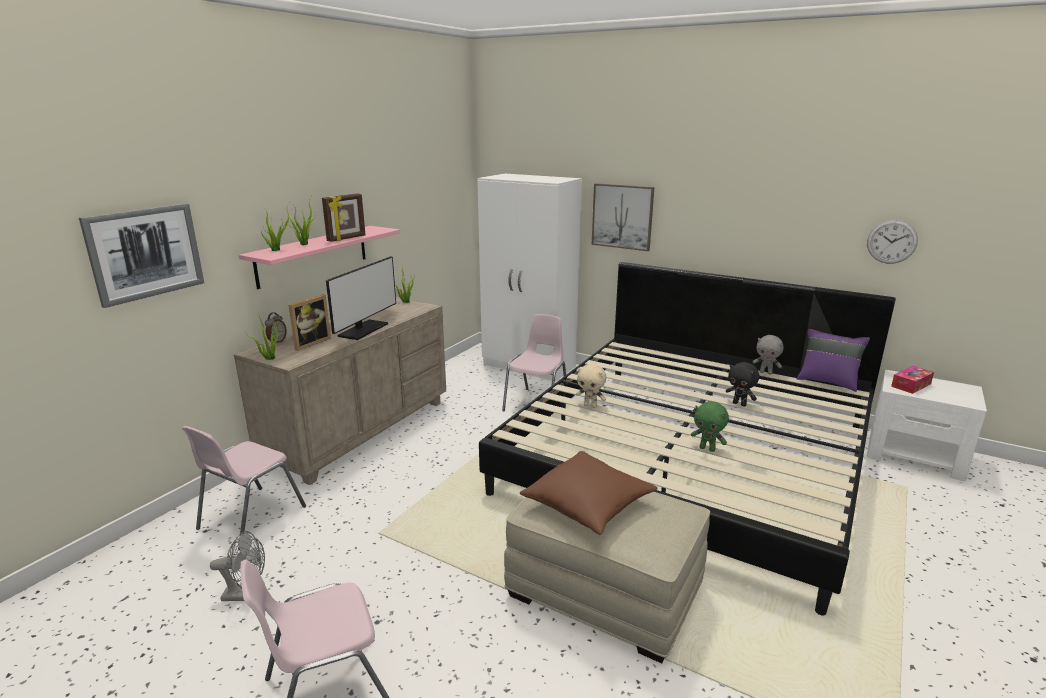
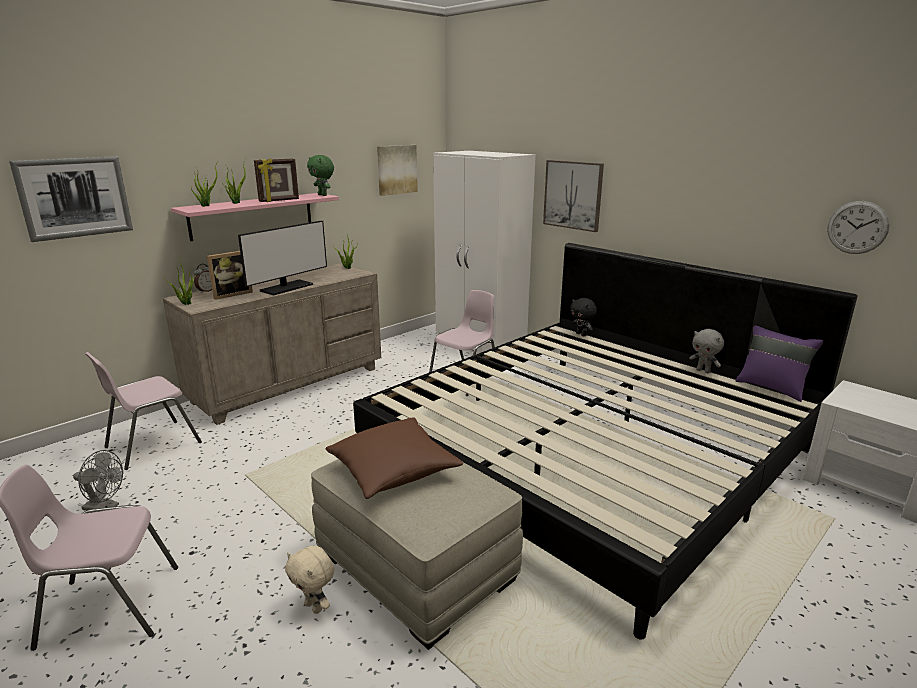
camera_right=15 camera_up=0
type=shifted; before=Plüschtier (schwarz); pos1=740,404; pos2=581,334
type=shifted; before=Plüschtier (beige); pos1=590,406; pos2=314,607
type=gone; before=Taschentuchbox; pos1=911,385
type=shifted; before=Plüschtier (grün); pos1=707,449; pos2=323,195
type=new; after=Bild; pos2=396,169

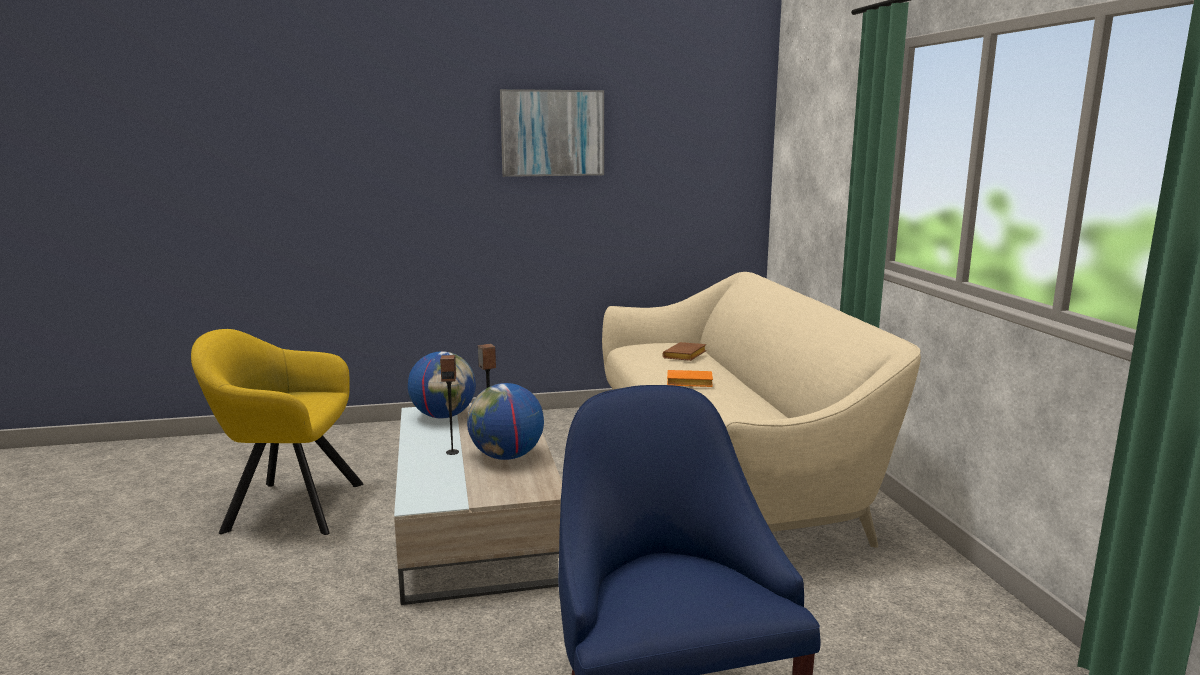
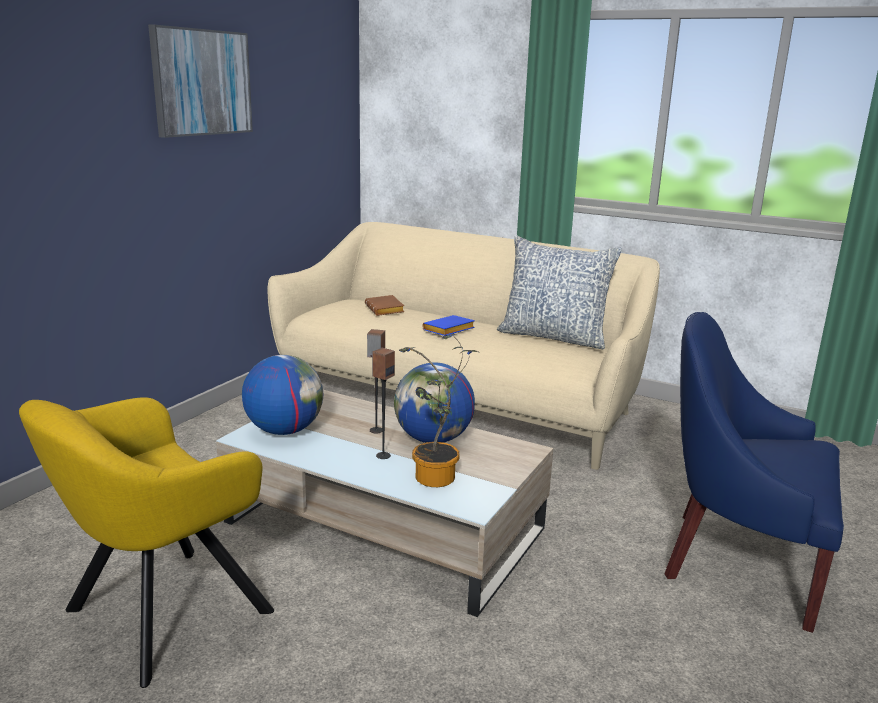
camera_right=-50 camera_up=5
type=repainted; before=Buch (orange); after=Buch (blau); pos1=688,384; pos2=448,330
type=new; after=Kissen; pos2=553,337
type=new; after=Topfpflanze; pos2=434,481

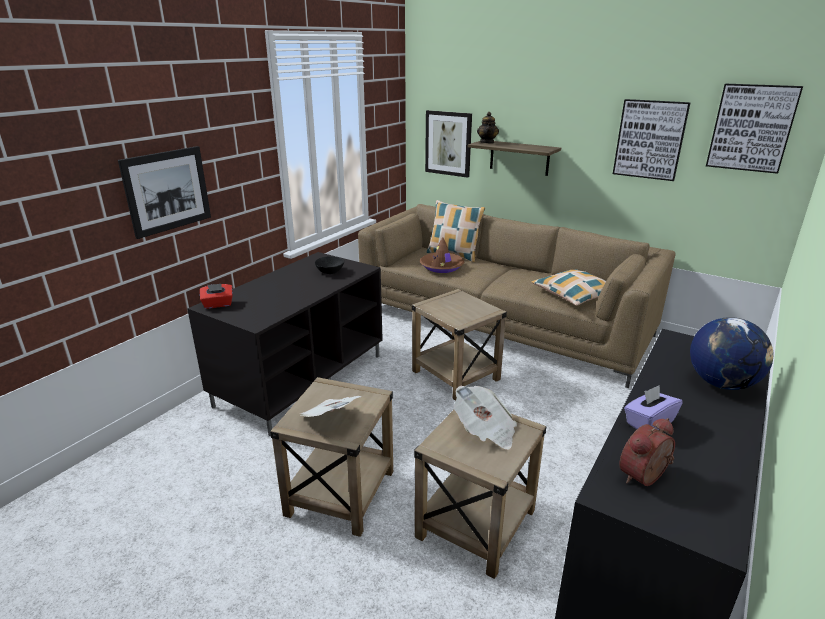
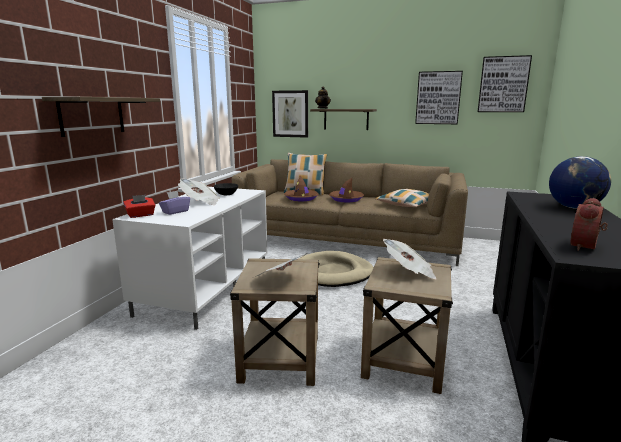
camera_right=-15 camera_up=-10
type=swapped; before=Bild; after=Wandregal; pos1=167,191; pos2=92,116
type=repainted; before=Fernsehschrank (schwarz); after=Fernsehschrank (weiß); pos1=301,379; pos2=206,288
type=swapped; before=Beistelltisch (beige); after=Hundebett (beige); pos1=456,376; pos2=332,273
type=shifted; before=Taschentuchbox (lila); pos1=648,423; pos2=175,211
type=new; after=Hut (braun); pos2=346,199
type=new; after=Zeitung; pos2=200,202

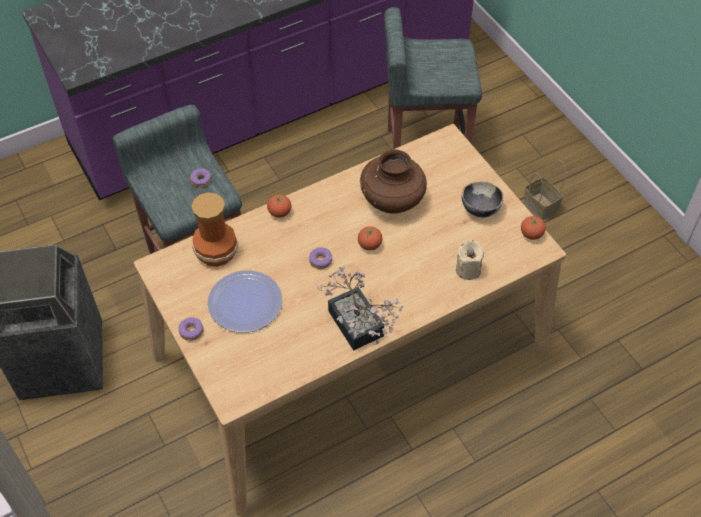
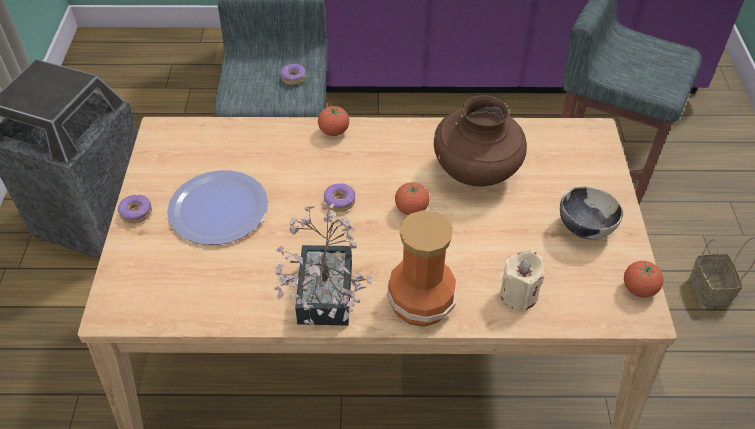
camera_right=30 camera_up=-5
type=shifted; before=Vase; pos1=215,252; pos2=419,303

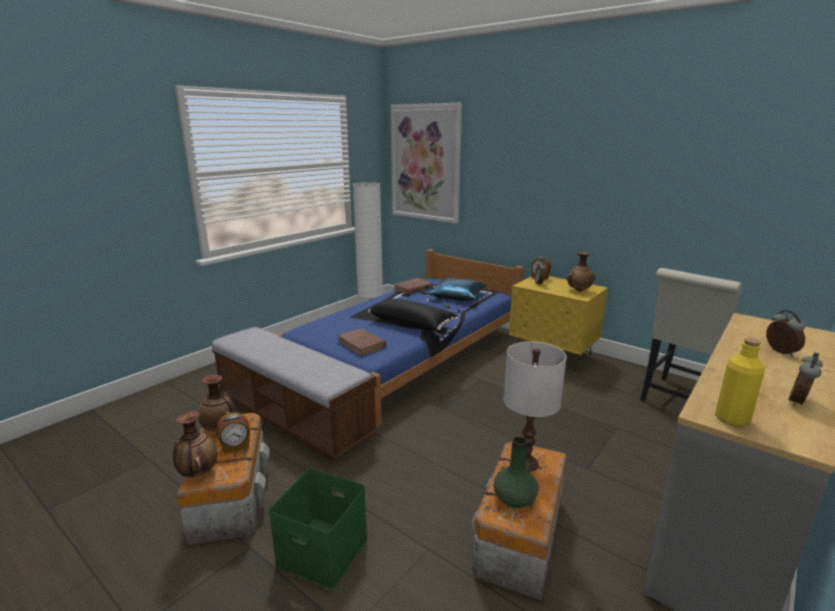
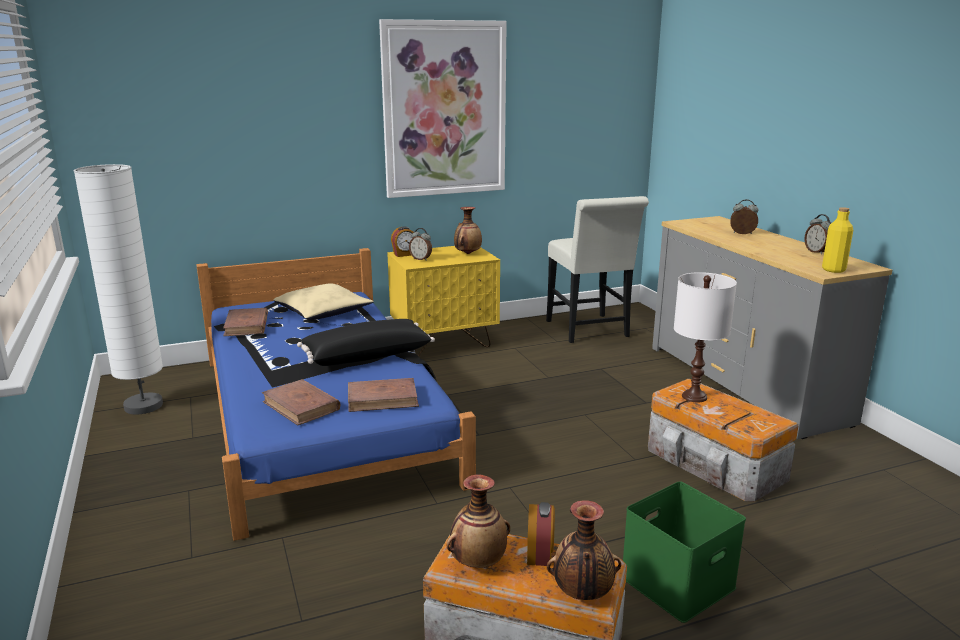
camera_right=-60 camera_up=0
type=shifted; before=Bild; pos1=425,163; pos2=444,109
type=repainted; before=Kissen (blau); after=Kissen (beige); pos1=458,296; pos2=323,312
type=gone; before=Bank; pos1=293,417
type=gone; before=Vase (grün); pos1=514,499
type=new; after=Buch (braun); pos2=301,406

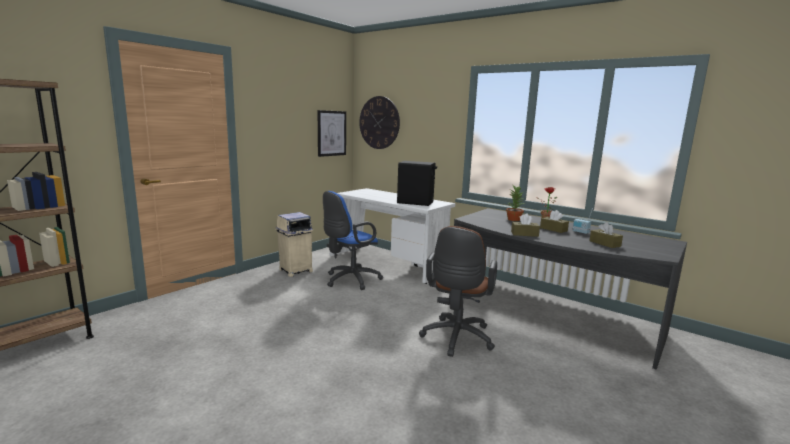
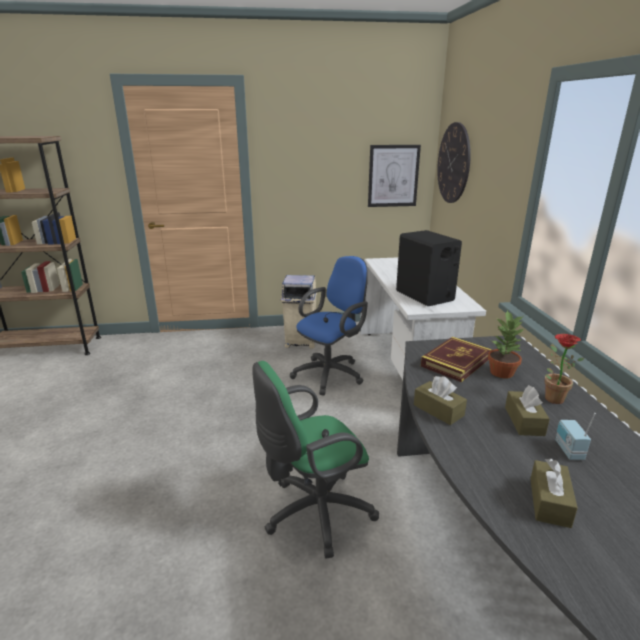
camera_right=45 camera_up=10
type=rotated; before=Bürostuhl (blau); pos1=350,280; pos2=331,374; turn=135
type=repainted; before=Bürostuhl (braun); after=Bürostuhl (grün); pos1=456,339; pos2=313,514
type=new; after=Buch; pos2=456,362

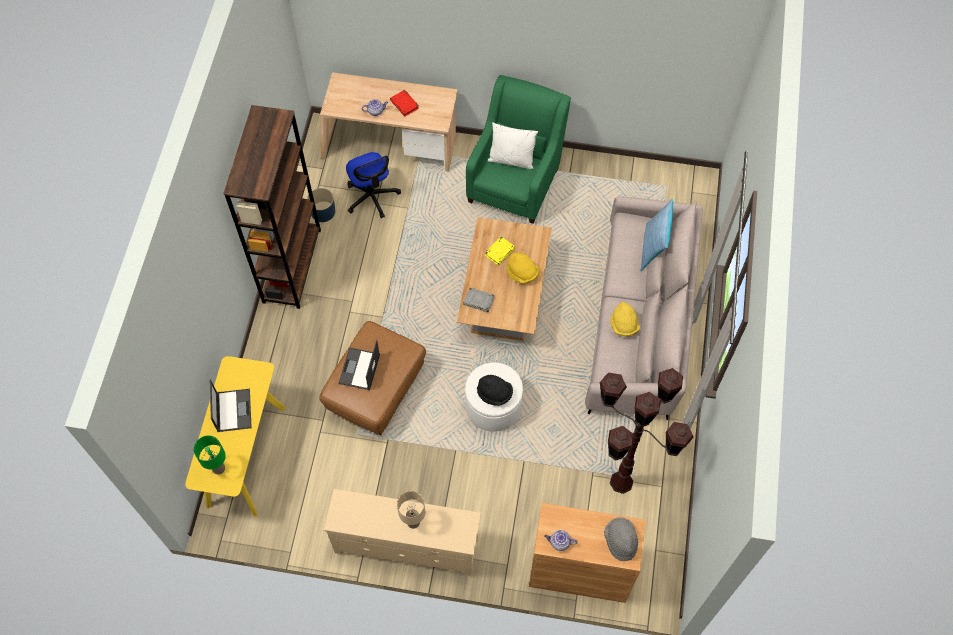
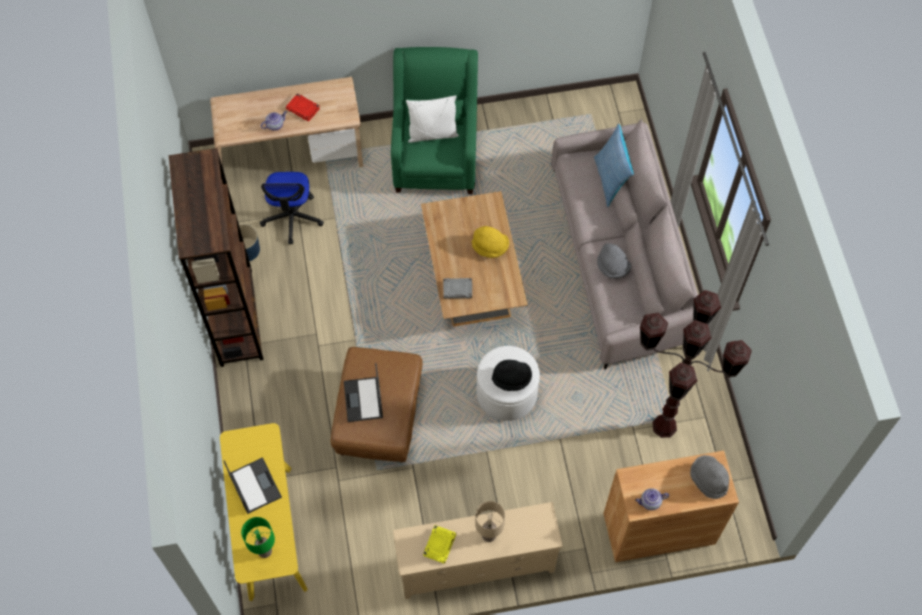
camera_right=-20 camera_up=0
type=rotated; before=Bürostuhl; pos1=372,197; pos2=292,218; turn=45
type=shifted; before=Buch (gelb); pos1=499,251; pos2=439,544
type=repainted; before=Hut (gelb); after=Hut (grau); pos1=623,325; pos2=612,267

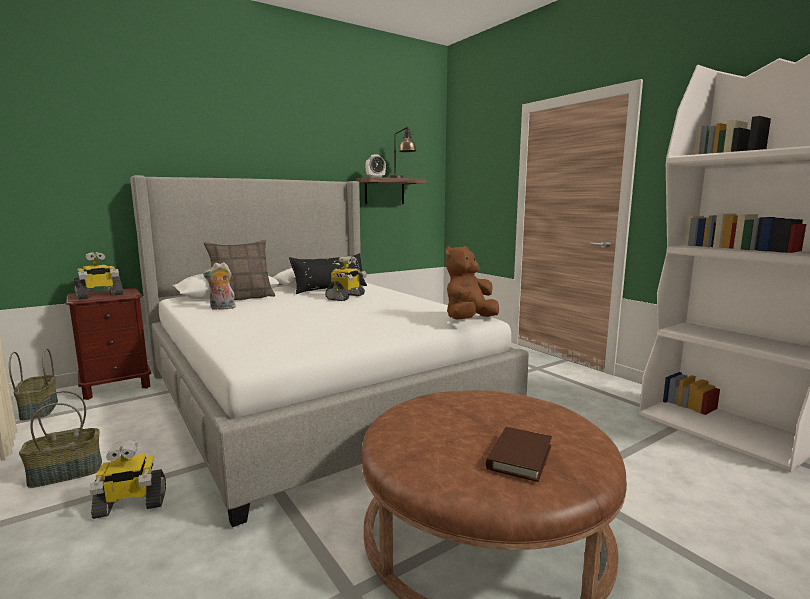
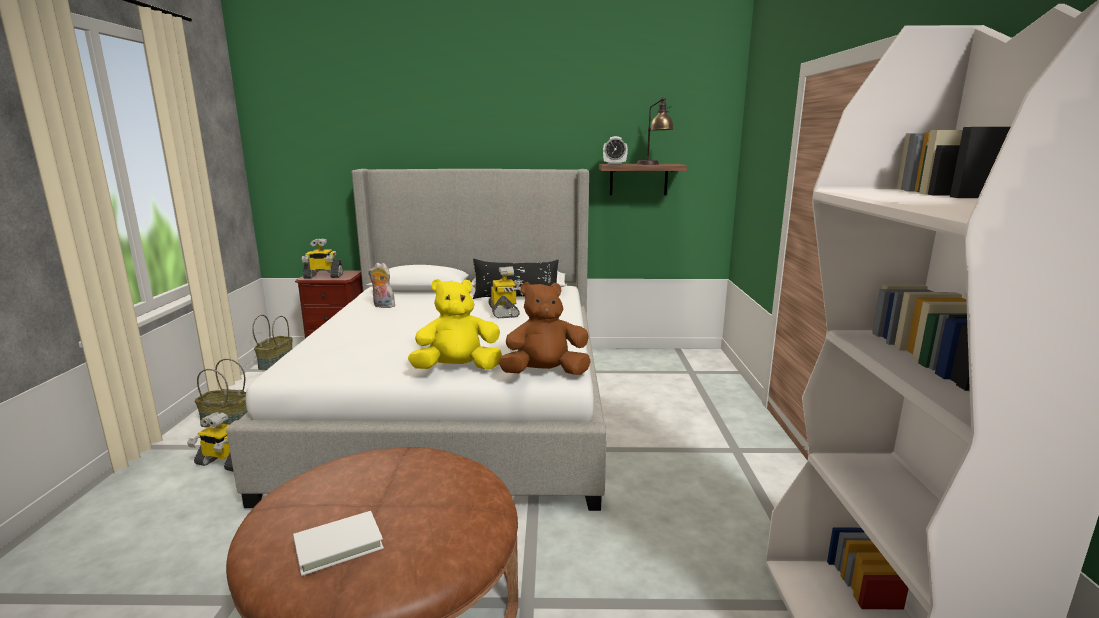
camera_right=35 camera_up=5
type=gone; before=Kissen; pos1=242,298
type=rotated; before=Spielzeugroboter; pos1=346,297; pos2=504,312; turn=-75
type=repainted; before=Buch (braun); after=Buch (weiß); pos1=519,457; pos2=338,545
type=new; after=Plüschtier (gelb); pos2=457,369

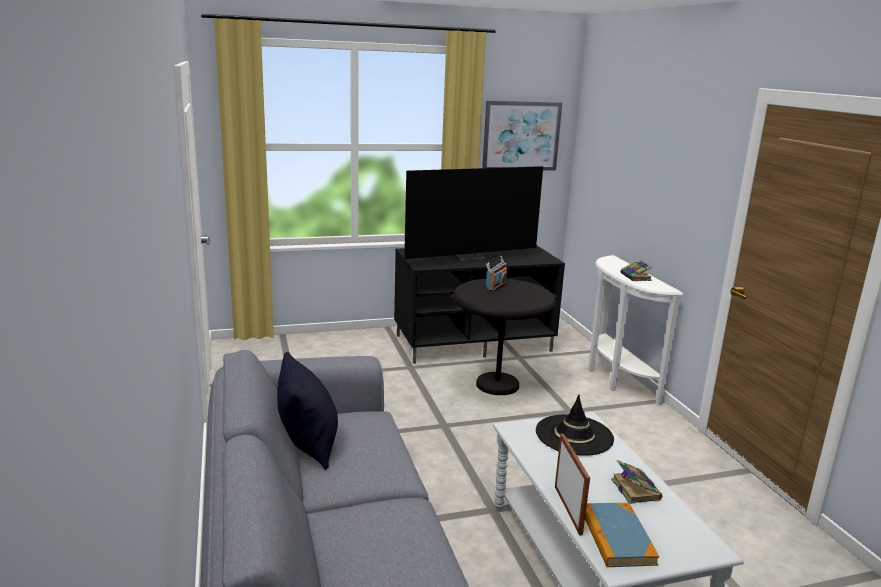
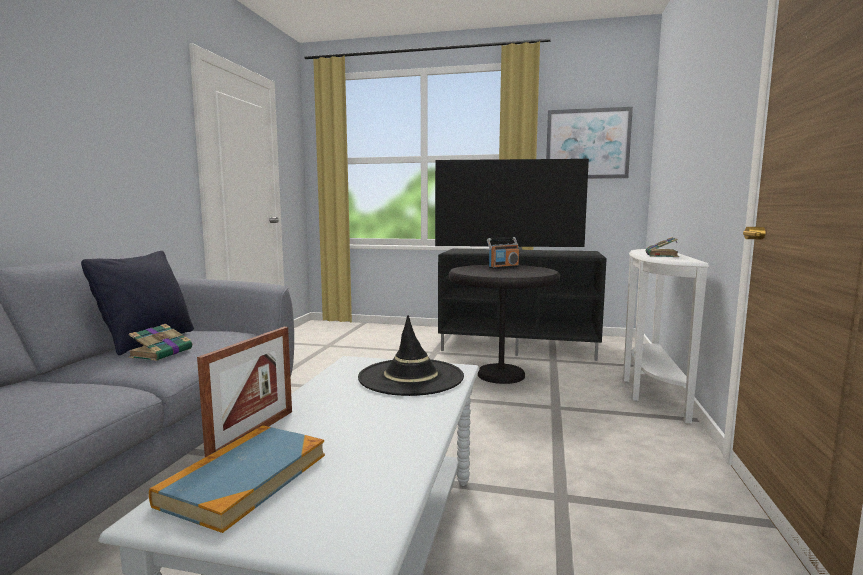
camera_right=30 camera_up=-10
type=shifted; before=Buch; pos1=635,489; pos2=162,352

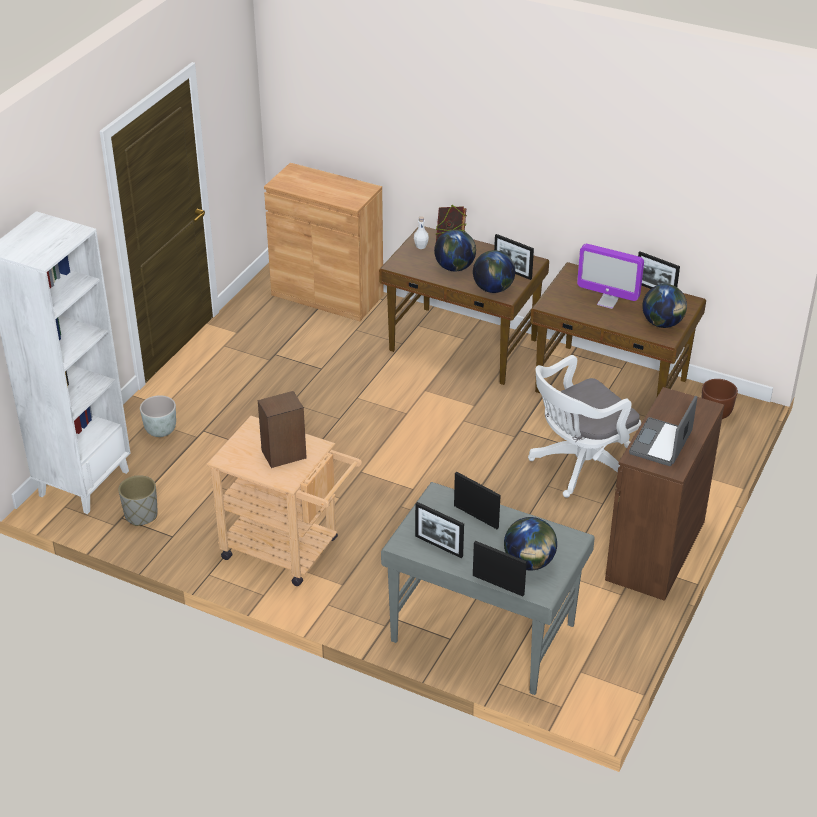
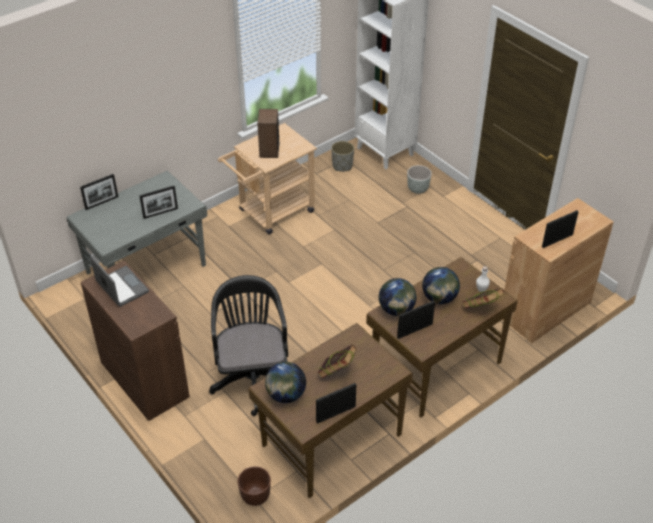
camera_right=115 camera_up=5
type=swapped; before=Monitor; after=Buch; pos1=607,302; pos2=337,372
type=repainted; before=Bürostuhl (weiß); after=Bürostuhl (schwarz); pos1=579,466; pos2=252,376
type=shifted; before=Bilderrahmen; pos1=439,546; pos2=557,240
type=gone; before=Globus; pos1=529,562

